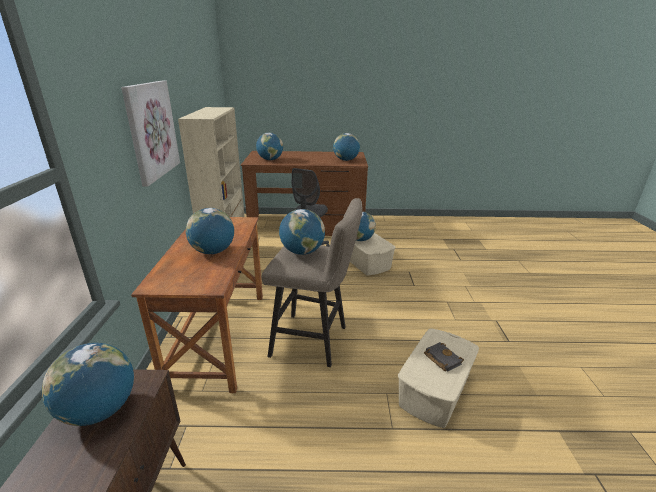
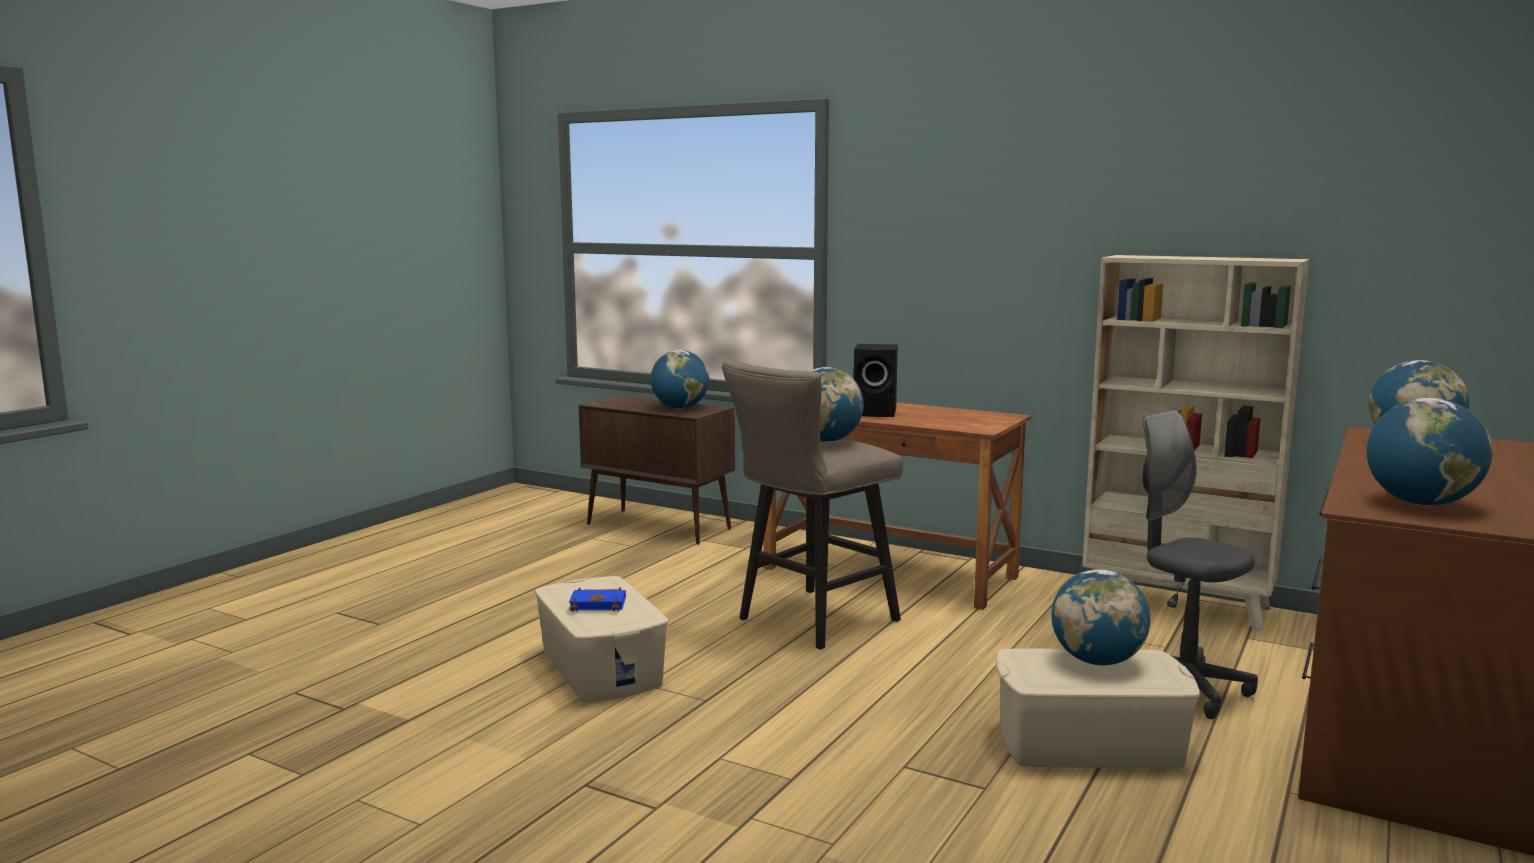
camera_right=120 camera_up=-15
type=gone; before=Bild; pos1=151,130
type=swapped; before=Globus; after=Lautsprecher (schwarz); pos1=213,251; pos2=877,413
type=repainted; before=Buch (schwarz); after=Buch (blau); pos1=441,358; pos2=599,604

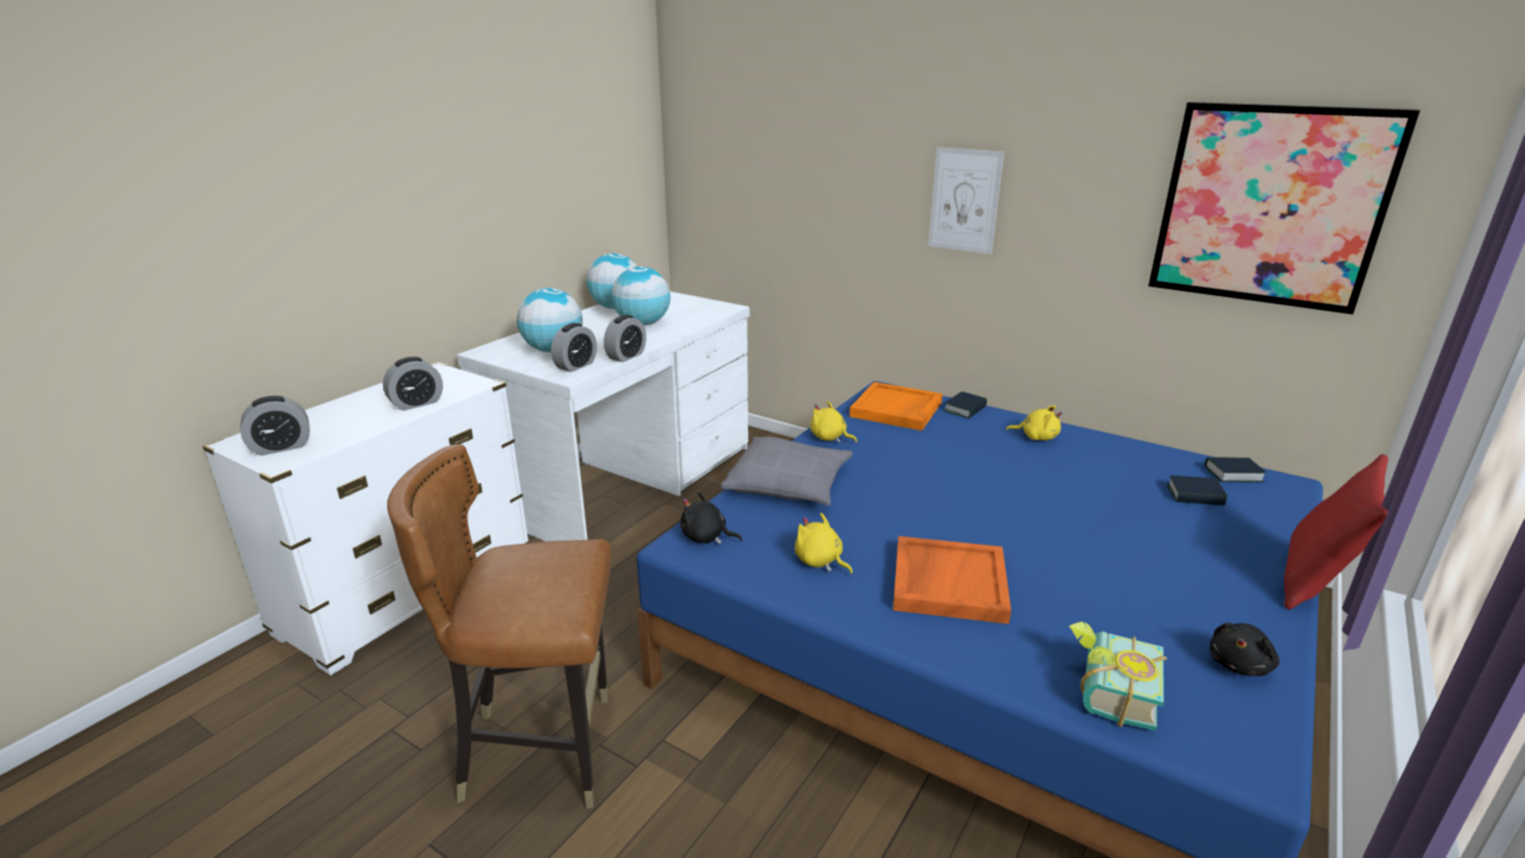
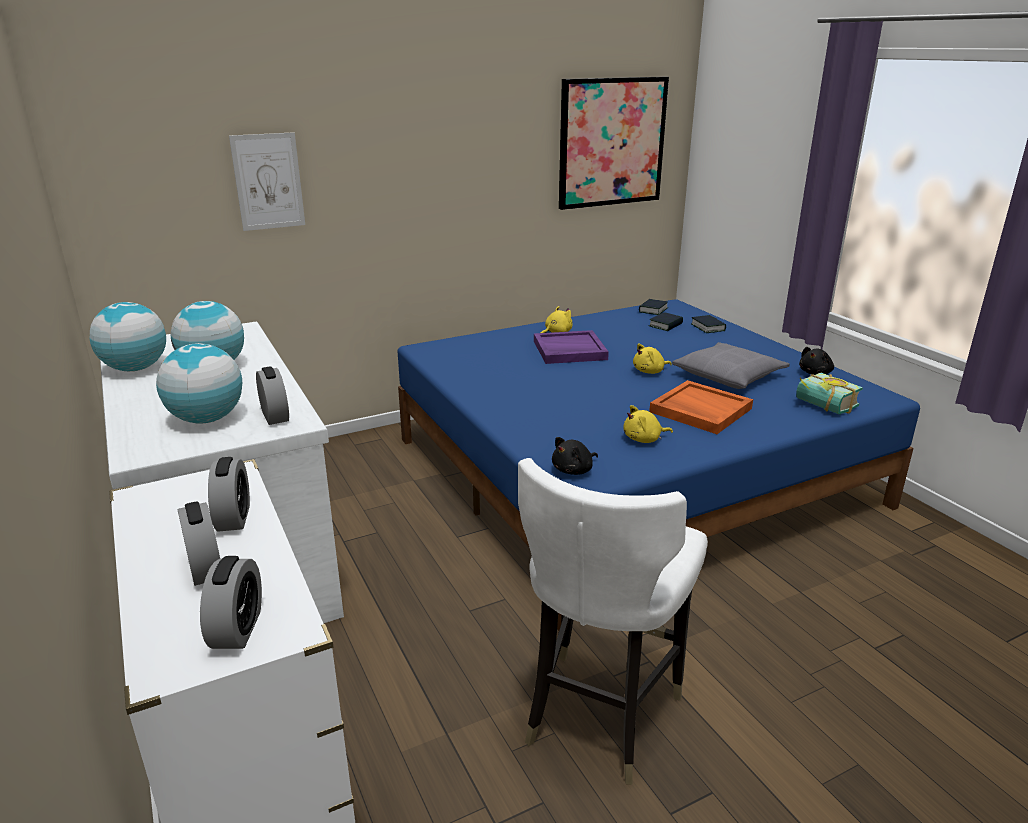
camera_right=-60 camera_up=0
type=shifted; before=Bild; pos1=964,200; pos2=268,181
type=shifted; before=Wecker; pos1=626,356; pos2=205,568
type=gone; before=Tablett (orange); pos1=896,410
type=shifted; before=Buch; pos1=965,409; pos2=708,327
type=shifted; before=Plüschtier (gelb); pos1=830,438; pos2=650,371
type=shifted; before=Kissen (grau); pos1=788,484; pos2=729,376
type=repainted; before=Stuhl (braun); after=Stuhl (weiß); pos1=541,751; pos2=600,713
type=gone; before=Kissen (rot); pos1=1315,582
type=rotated; before=Plüschtier (schwarz); pos1=1239,664; pos2=815,373; turn=60
type=new; after=Tablett (lila); pos2=569,350

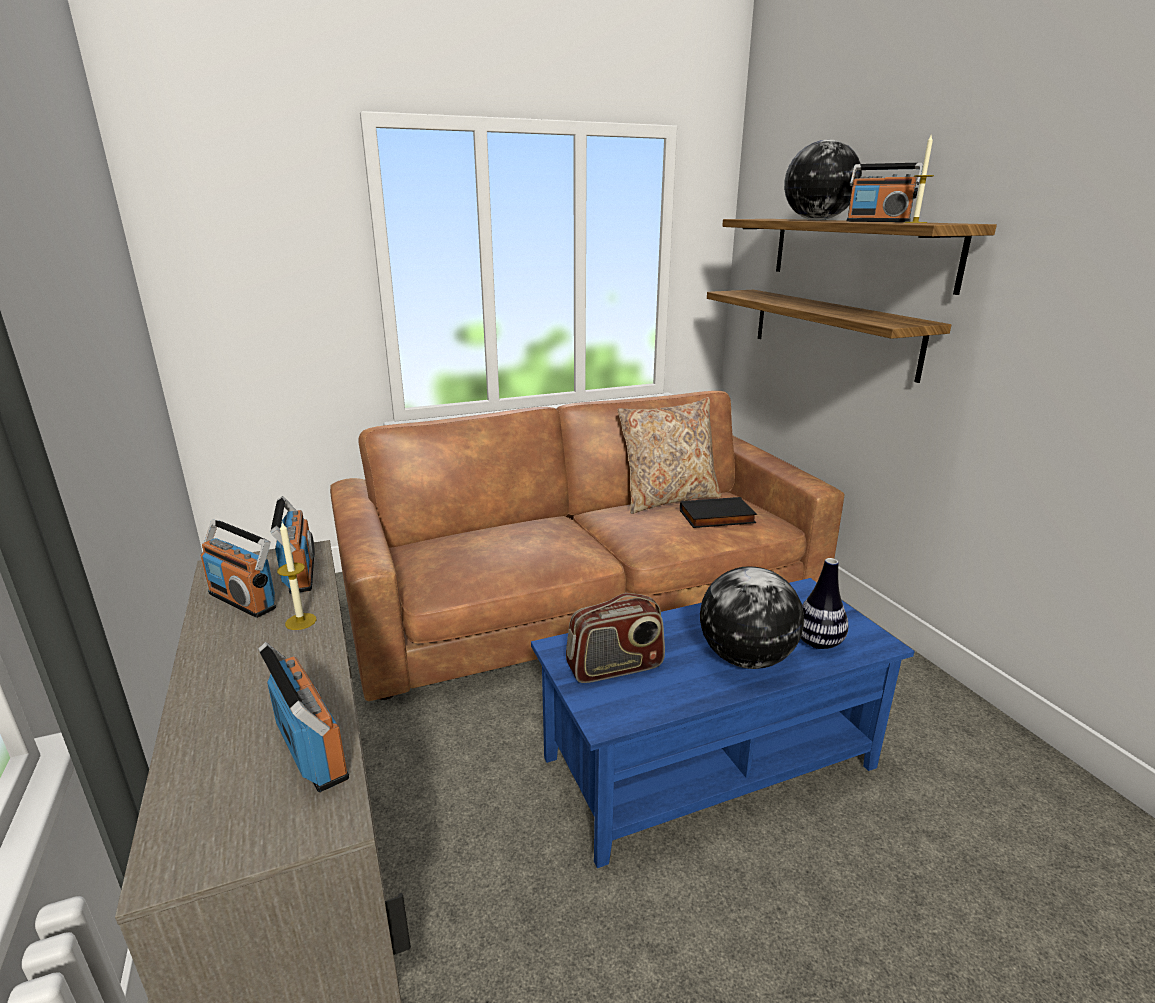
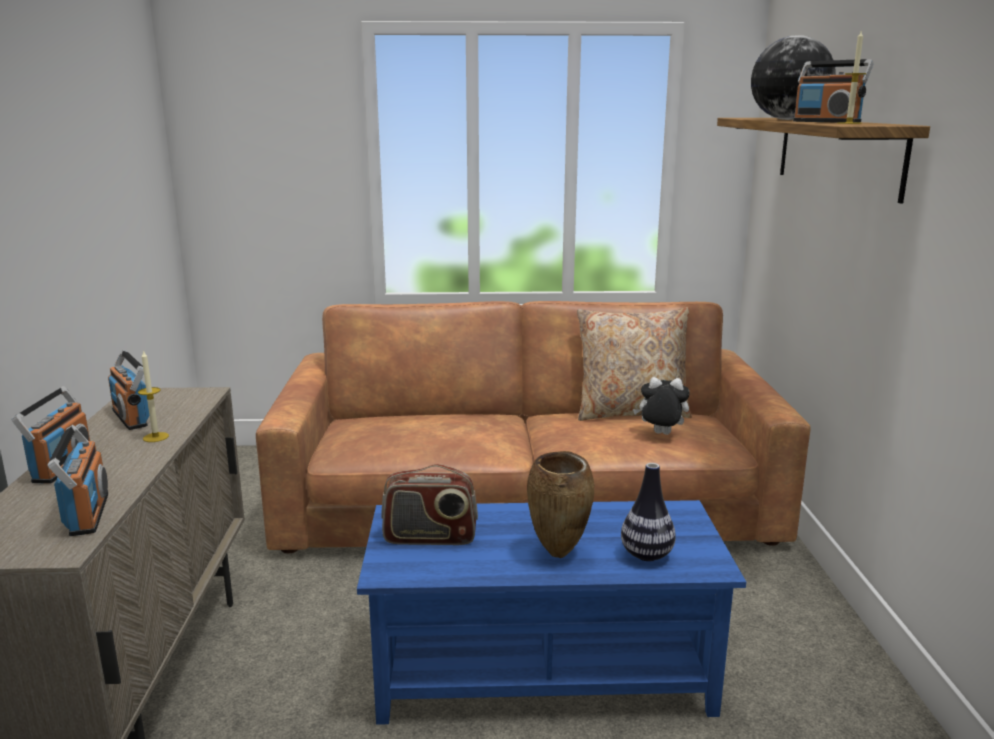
camera_right=20 camera_up=-5
type=gone; before=Wandregal; pos1=831,331
type=shifted; before=Radio; pos1=300,574; pos2=62,466
type=swapped; before=Buch (schwarz); after=Plüschtier; pos1=717,517; pos2=660,434
type=swapped; before=Globus; after=Vase (braun); pos1=746,658; pos2=559,554

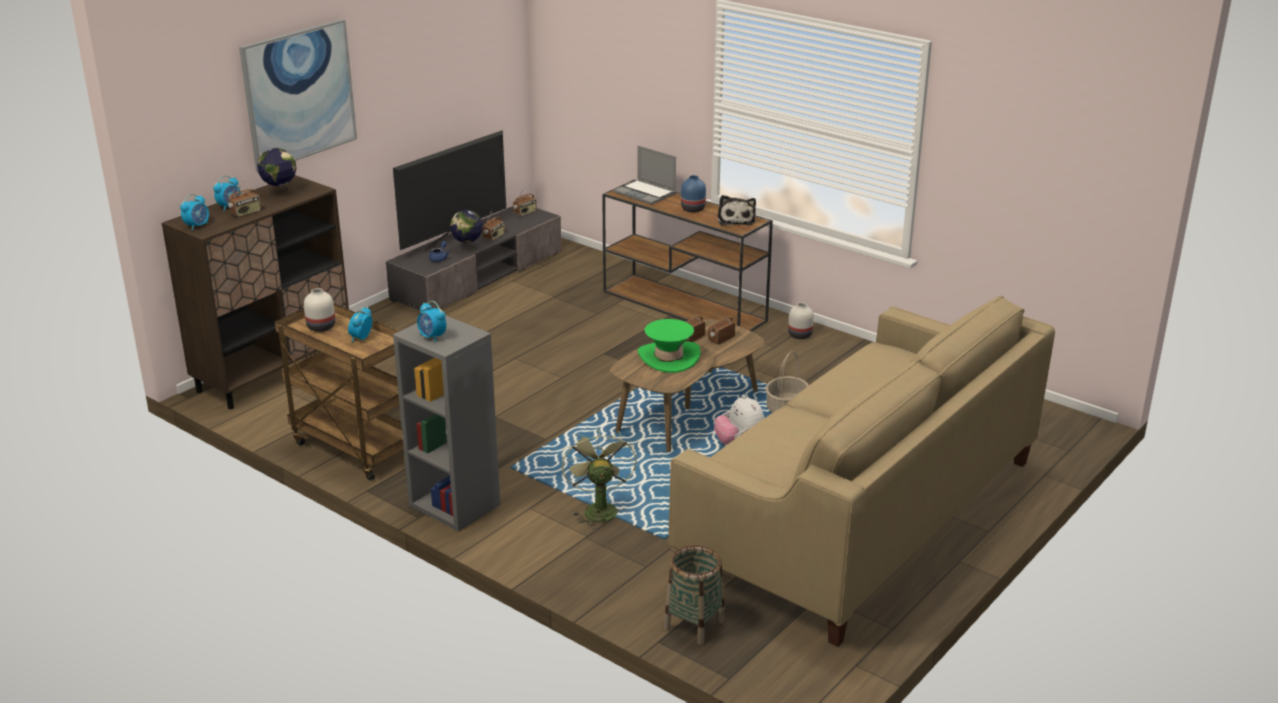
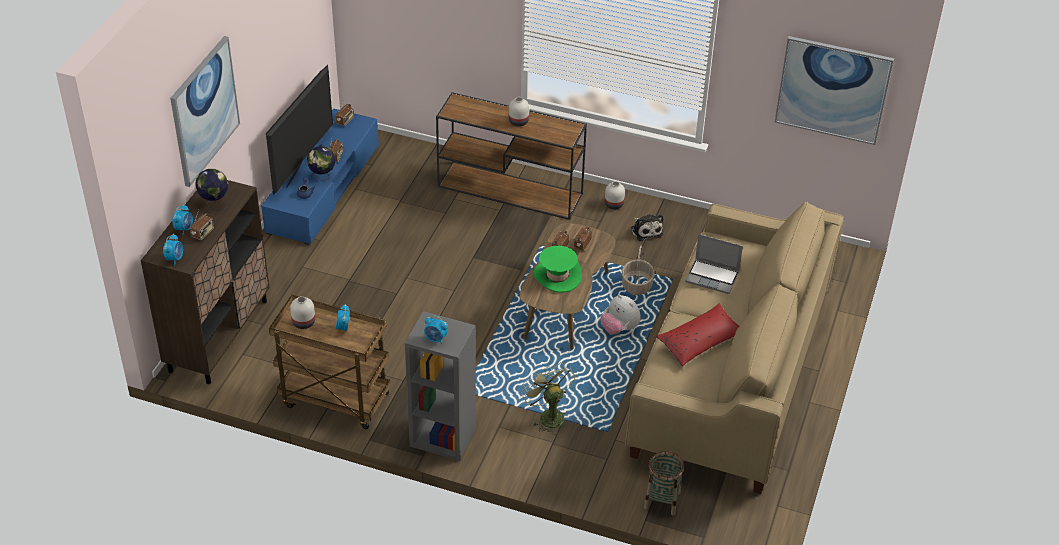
camera_right=-20 camera_up=15
type=shifted; before=Laptop; pos1=646,193; pos2=713,277
type=repainted; before=Vase (blau); after=Vase (weiß); pos1=693,209; pos2=519,122
type=shifted; before=Plüschtier; pos1=736,220; pos2=646,230
type=repainted; before=Fernsehschrank (grau); after=Fernsehschrank (blau); pos1=478,276; pos2=323,188
type=new; after=Bild; pos2=833,90
type=new; after=Kissen (rot); pos2=700,341

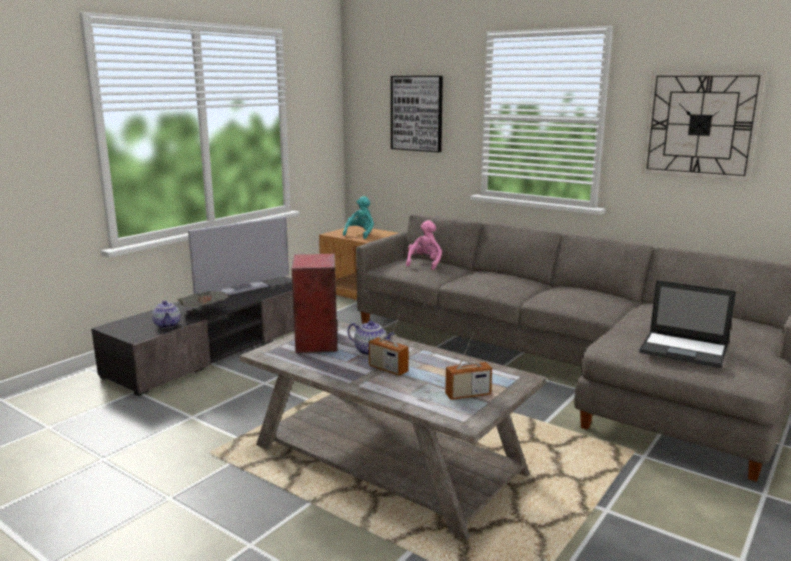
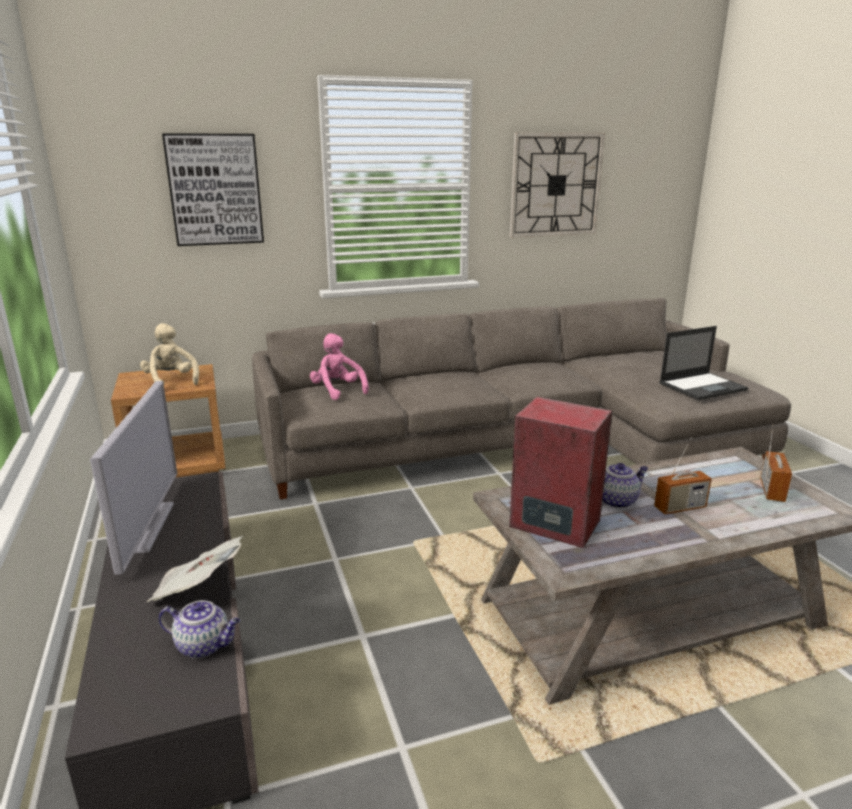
camera_right=-55 camera_up=5
type=repainted; before=Plüschtier (türkis); after=Plüschtier (beige); pos1=360,234; pos2=171,381

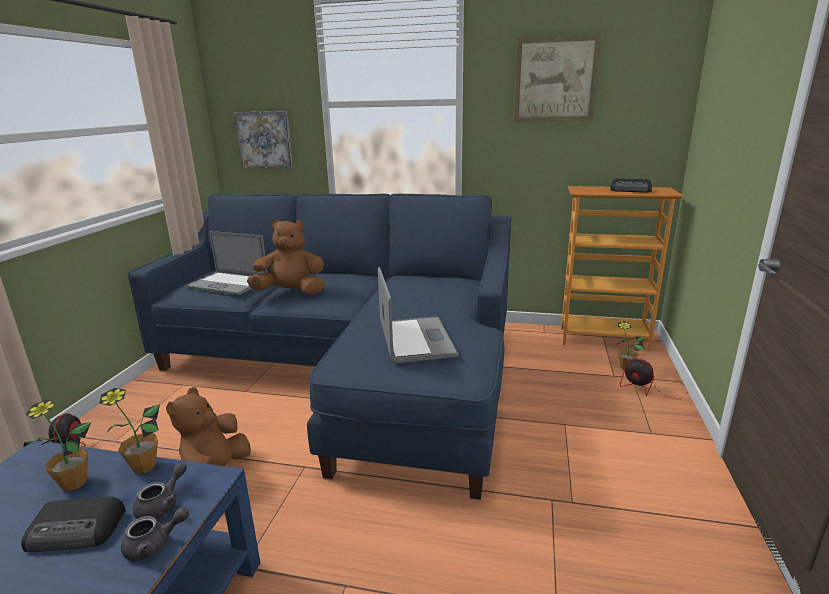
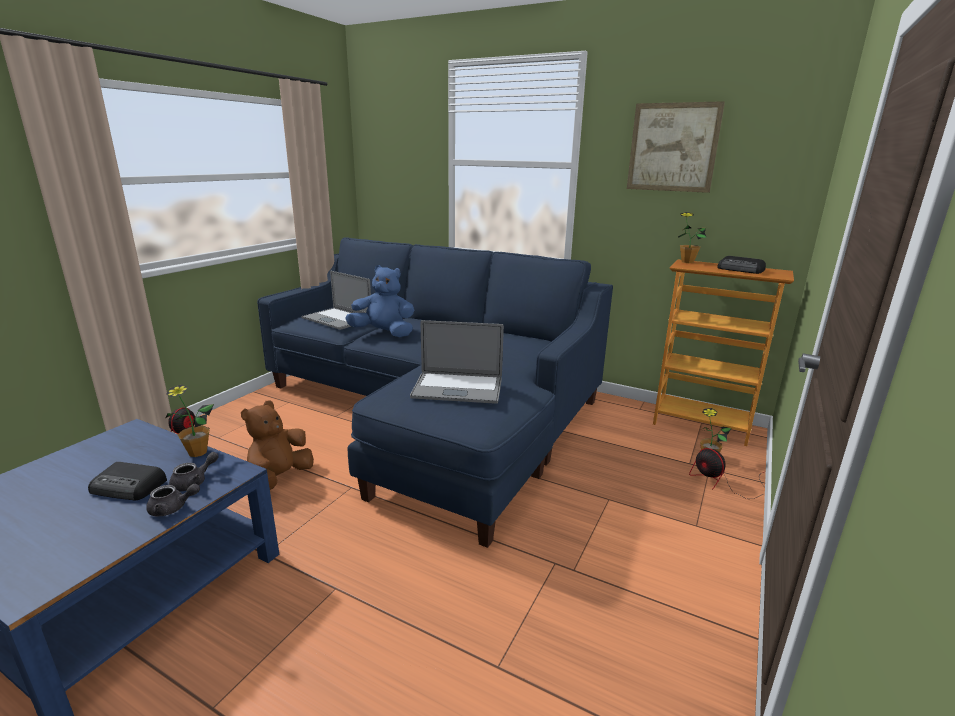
camera_right=15 camera_up=0
type=gone; before=Bild; pos1=265,140
type=repainted; before=Plüschtier (braun); after=Plüschtier (blau); pos1=291,292; pos2=384,333
type=rotated; before=Laptop; pos1=416,339; pos2=457,388; turn=90
type=shifted; before=Topfpflanze; pos1=74,483; pos2=687,262

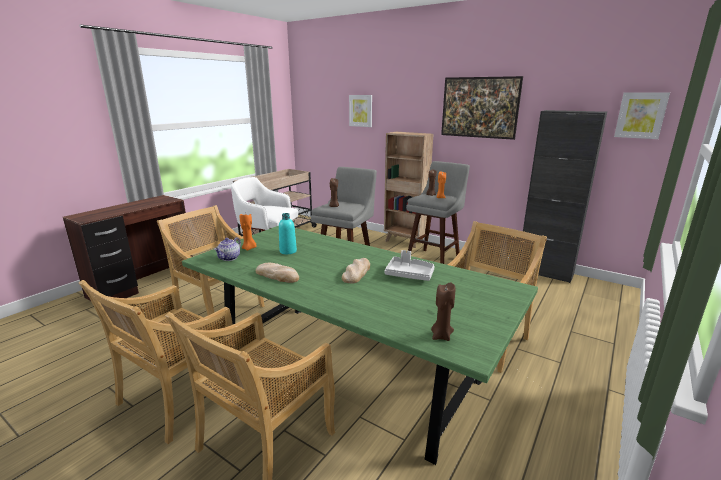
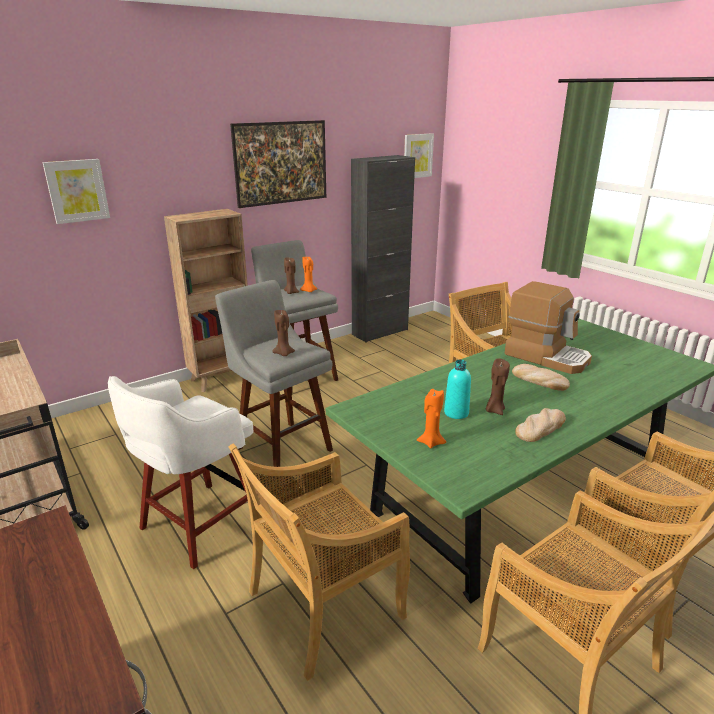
camera_right=-70 camera_up=5
type=gone; before=Teekanne; pos1=229,258
type=swapped; before=Tablett (grau); after=Kaffeemaschine; pos1=409,274; pos2=547,356
type=shifted; before=Kerze (braun); pos1=441,336; pos2=494,410

